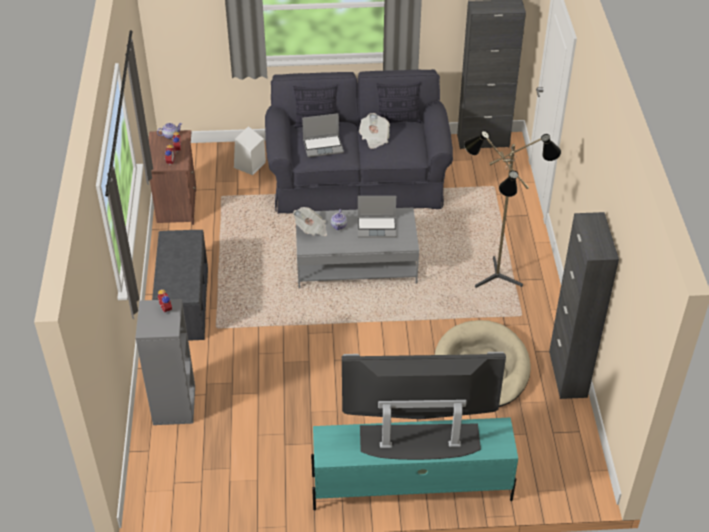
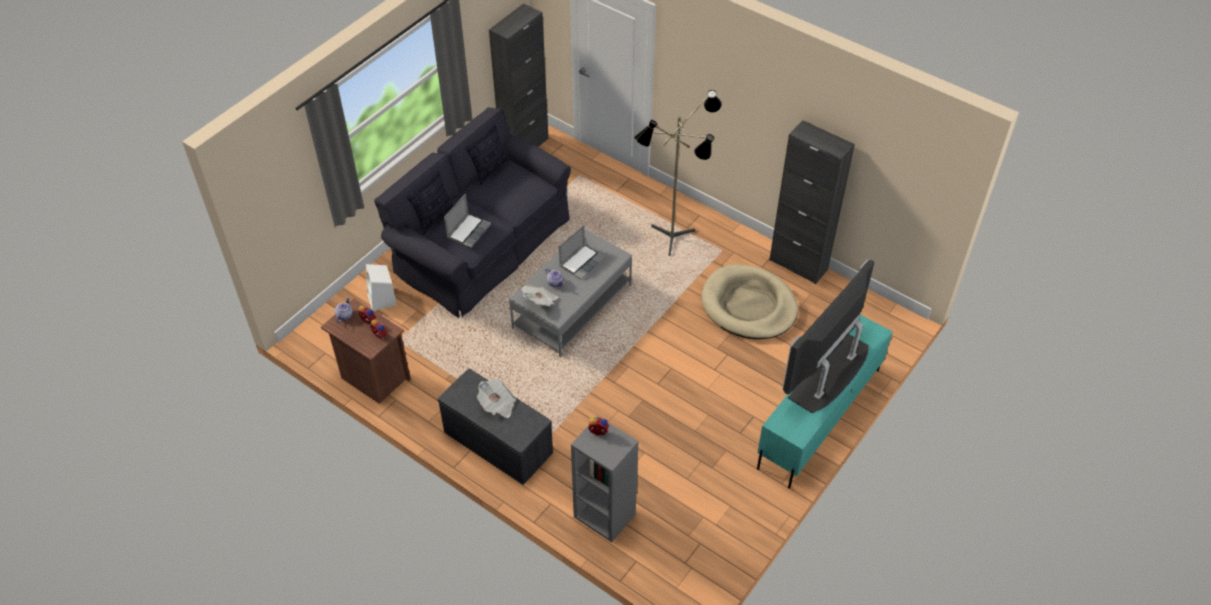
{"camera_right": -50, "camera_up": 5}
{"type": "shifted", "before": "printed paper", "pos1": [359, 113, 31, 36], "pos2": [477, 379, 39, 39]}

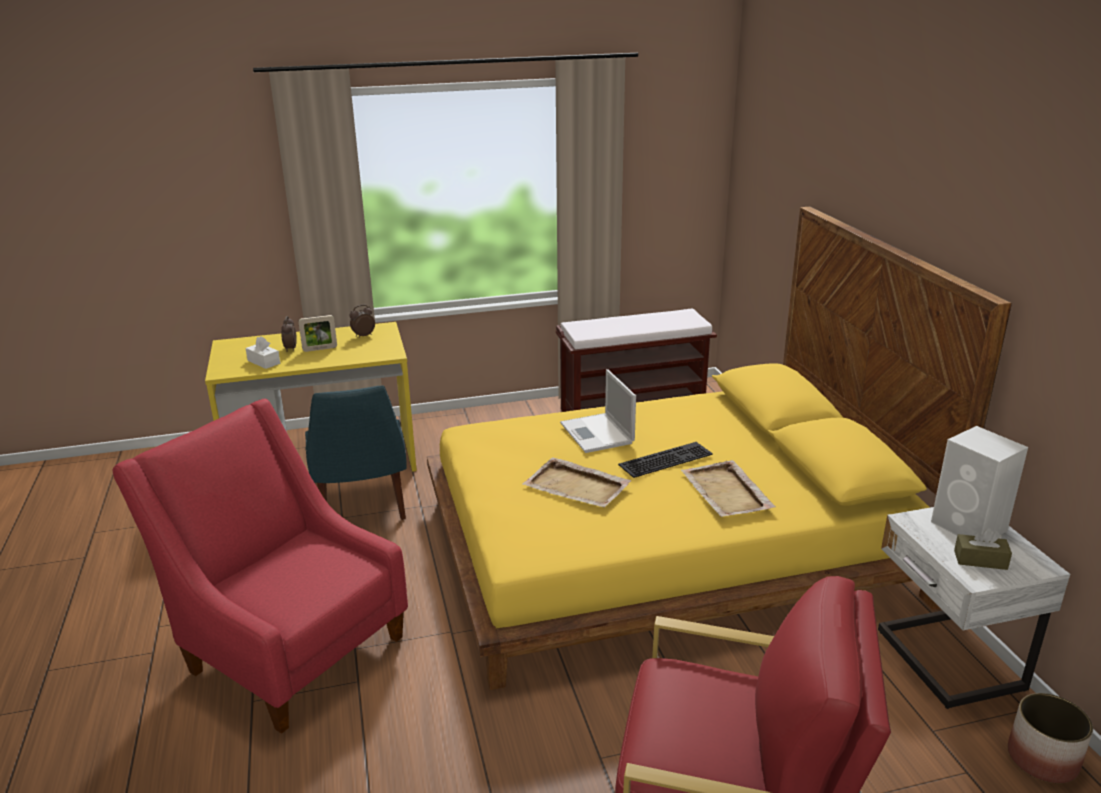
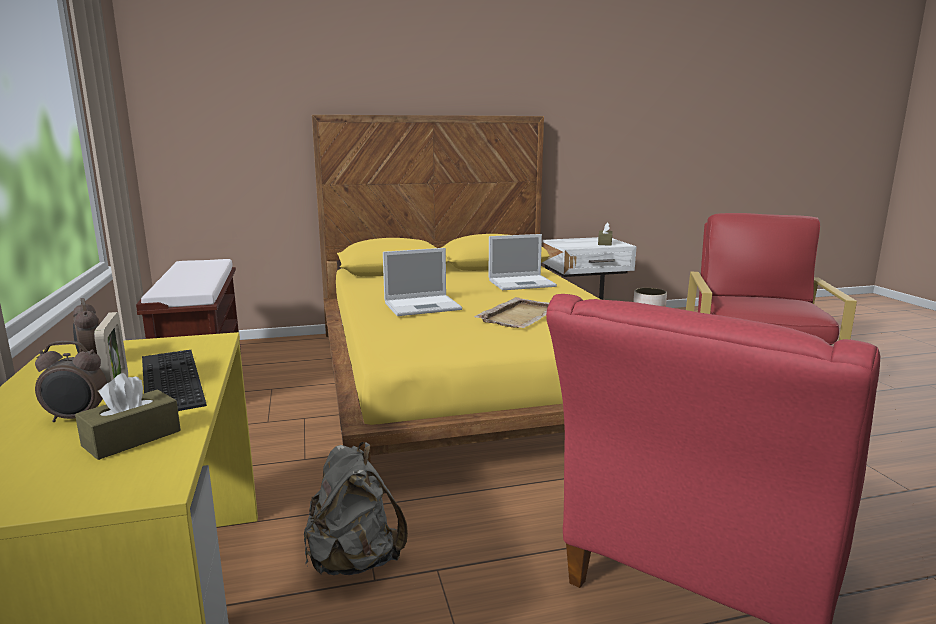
{"camera_right": -90, "camera_up": -10}
{"type": "gone", "before": "speaker in white-coloured", "pos1": [931, 426, 97, 110]}
{"type": "shifted", "before": "keyboard", "pos1": [618, 442, 95, 36], "pos2": [142, 350, 65, 61]}
{"type": "swapped", "before": "upright chair in bluish", "after": "knapsack in greyish", "pos1": [305, 385, 101, 135], "pos2": [304, 442, 104, 133]}
{"type": "swapped", "before": "carrying tray in sand-coloured", "after": "notebook computer", "pos1": [681, 460, 95, 57], "pos2": [488, 234, 69, 56]}
{"type": "repainted", "before": "tissue holder in white-coloured", "after": "tissue holder in brown-coloured", "pos1": [245, 336, 35, 33], "pos2": [75, 373, 106, 87]}

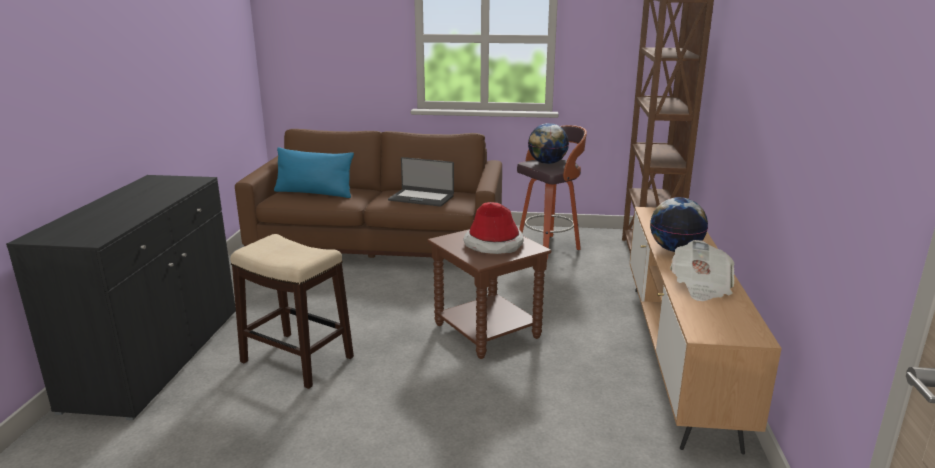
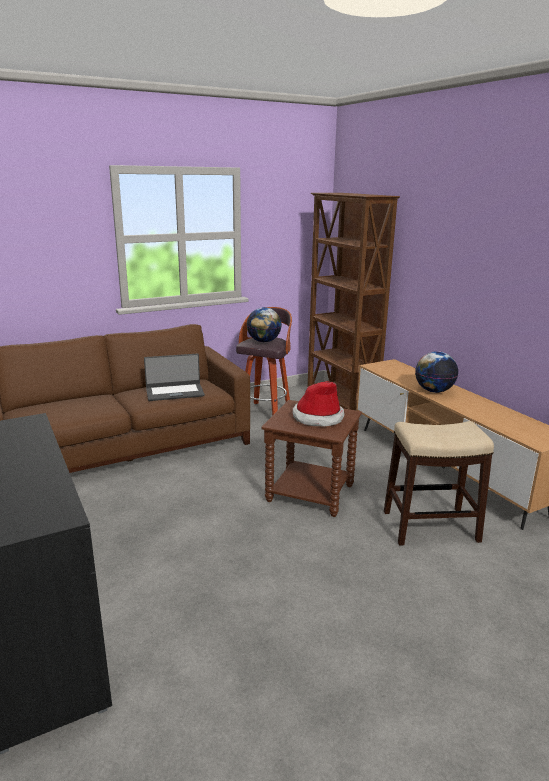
{"camera_right": -35, "camera_up": 0}
{"type": "gone", "before": "pillow in bluish", "pos1": [274, 147, 80, 51]}
{"type": "gone", "before": "printed paper", "pos1": [670, 240, 64, 61]}
{"type": "shifted", "before": "sitting stool", "pos1": [230, 234, 124, 155], "pos2": [384, 421, 110, 124]}

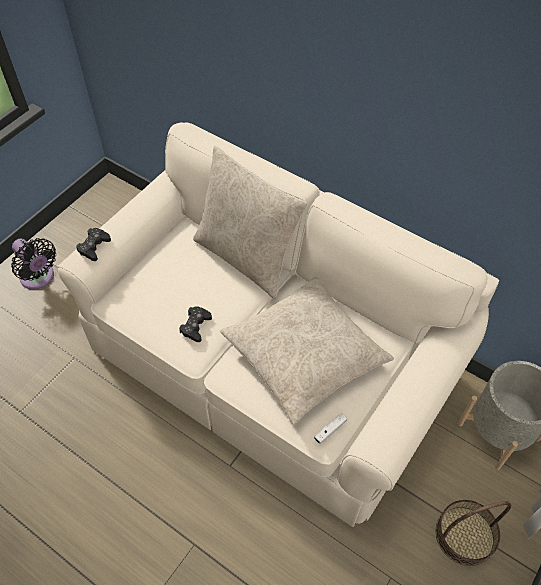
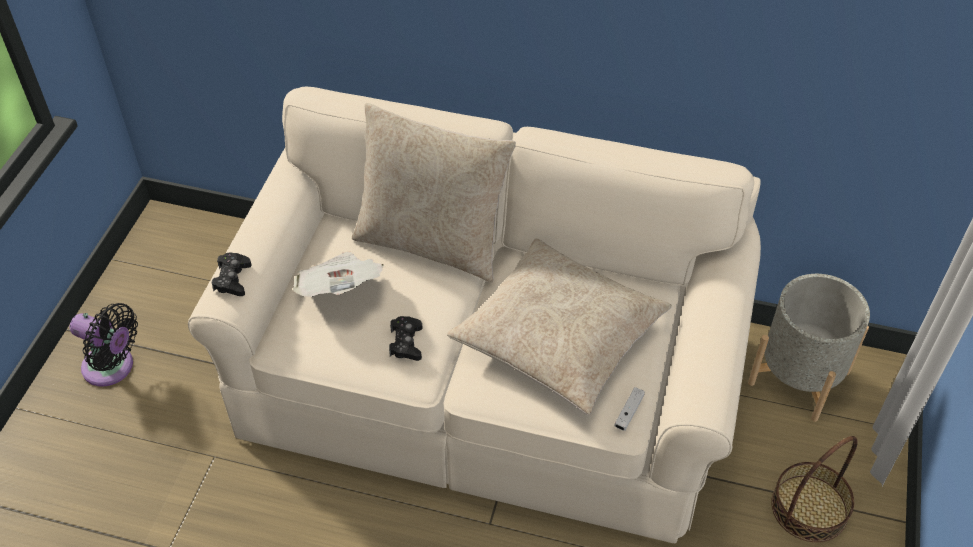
{"camera_right": -20, "camera_up": -5}
{"type": "new", "after": "printed paper", "pos2": [293, 252, 92, 45]}

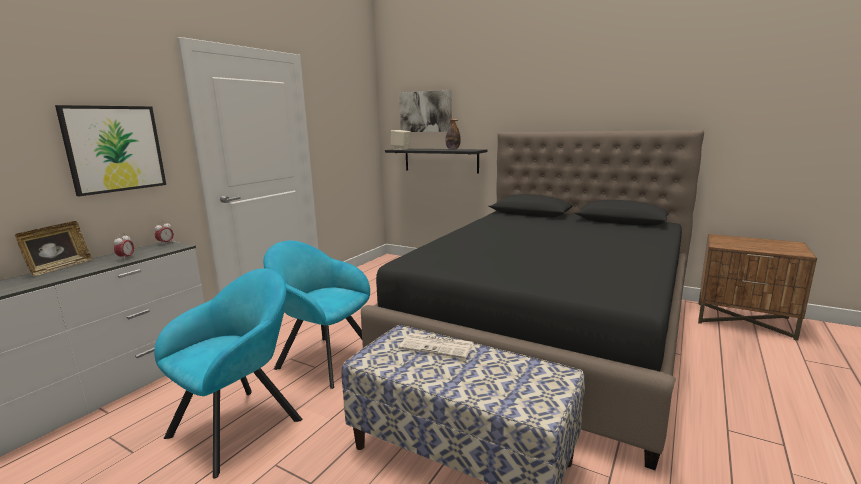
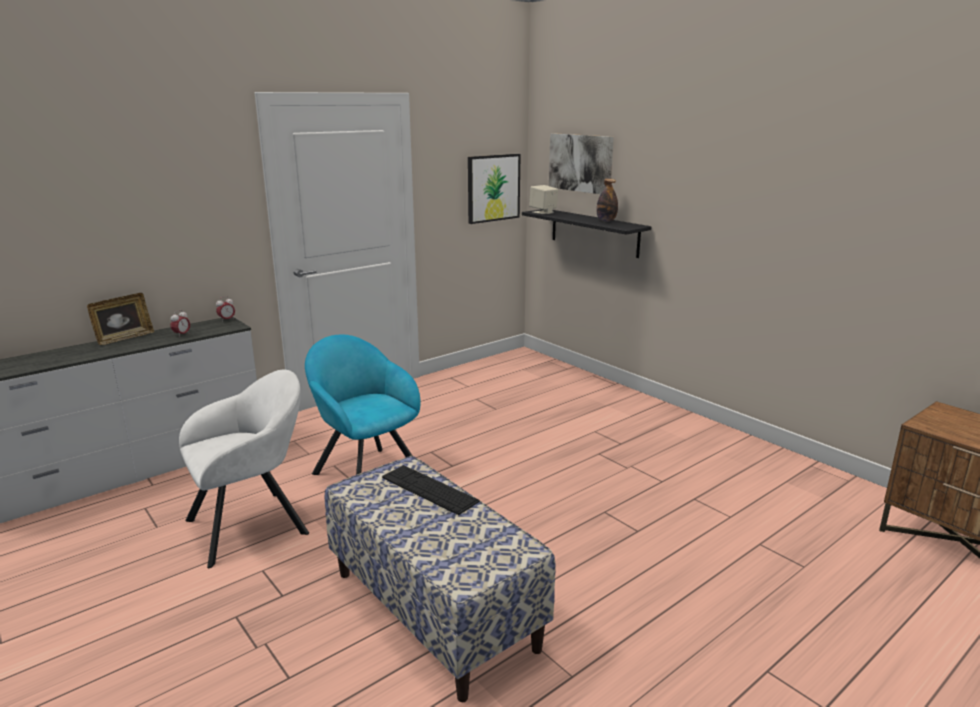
{"camera_right": 20, "camera_up": 5}
{"type": "gone", "before": "sleeping bed in black-coloured", "pos1": [361, 130, 343, 340]}
{"type": "shifted", "before": "wall picture", "pos1": [55, 105, 111, 91], "pos2": [468, 154, 53, 70]}
{"type": "swapped", "before": "printed paper", "after": "keyboard", "pos1": [399, 333, 75, 26], "pos2": [382, 465, 98, 50]}
{"type": "repainted", "before": "lounge chair in turquoise", "after": "lounge chair in white-coloured", "pos1": [154, 269, 148, 210], "pos2": [179, 369, 130, 199]}

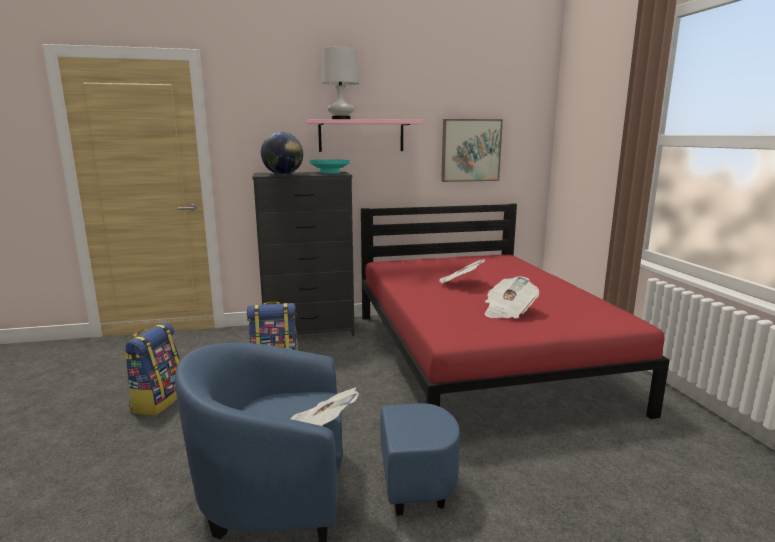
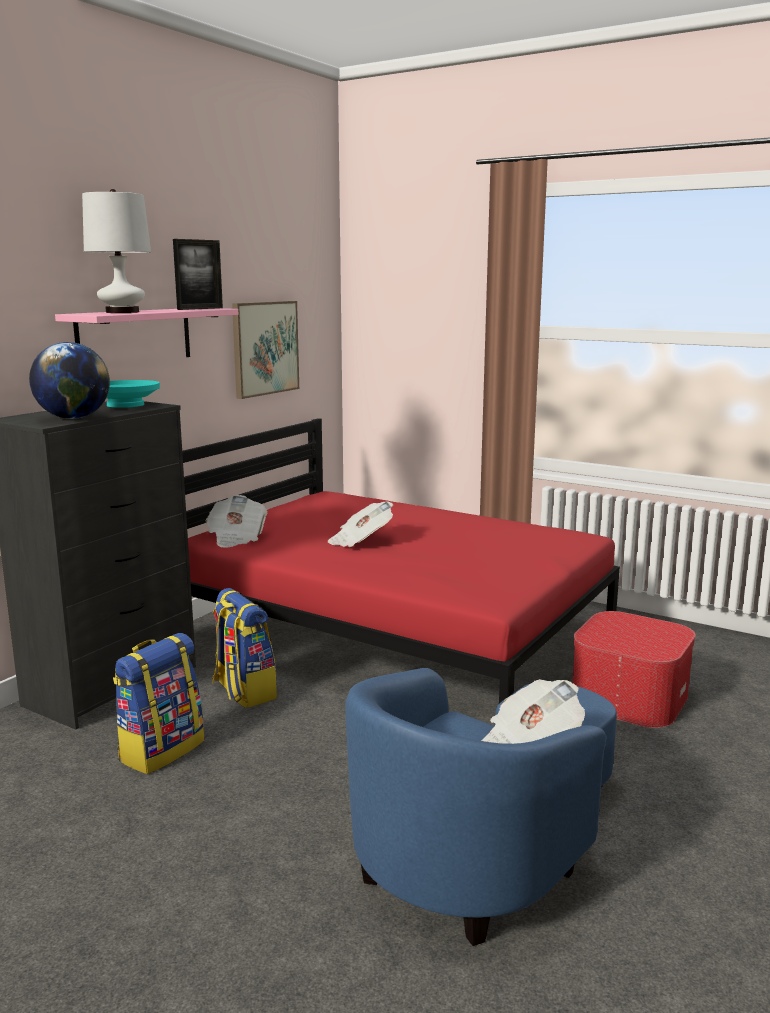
{"camera_right": -45, "camera_up": 0}
{"type": "new", "after": "picture frame", "pos2": [173, 239, 50, 71]}
{"type": "new", "after": "footrest", "pos2": [573, 611, 123, 117]}
{"type": "shifted", "before": "knapsack", "pos1": [123, 322, 57, 93], "pos2": [212, 588, 65, 120]}
{"type": "shifted", "before": "printed paper", "pos1": [485, 276, 54, 43], "pos2": [206, 495, 62, 53]}

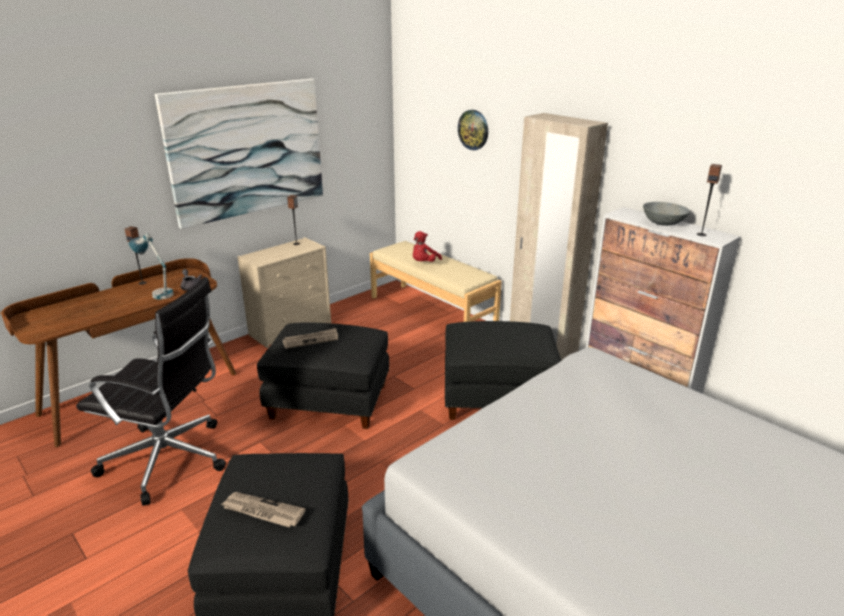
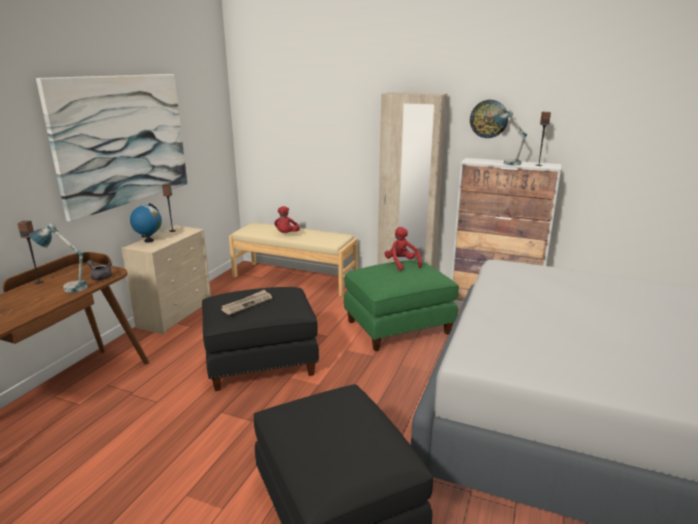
{"camera_right": -25, "camera_up": -5}
{"type": "gone", "before": "computer chair in black-coloured", "pos1": [76, 277, 150, 229]}
{"type": "gone", "before": "printed paper", "pos1": [220, 492, 86, 35]}
{"type": "new", "after": "desk globe", "pos2": [130, 203, 32, 40]}
{"type": "new", "after": "plush toy in red", "pos2": [384, 227, 38, 44]}
{"type": "shifted", "before": "wall clock", "pos1": [458, 110, 30, 40], "pos2": [470, 100, 38, 38]}
{"type": "swapped", "before": "deep dish in greyish", "after": "tabletop lamp", "pos1": [643, 202, 47, 24], "pos2": [493, 110, 34, 55]}
{"type": "repainted", "before": "footrest in black-coloured", "after": "footrest in greenish", "pos1": [445, 321, 116, 99], "pos2": [344, 260, 115, 91]}

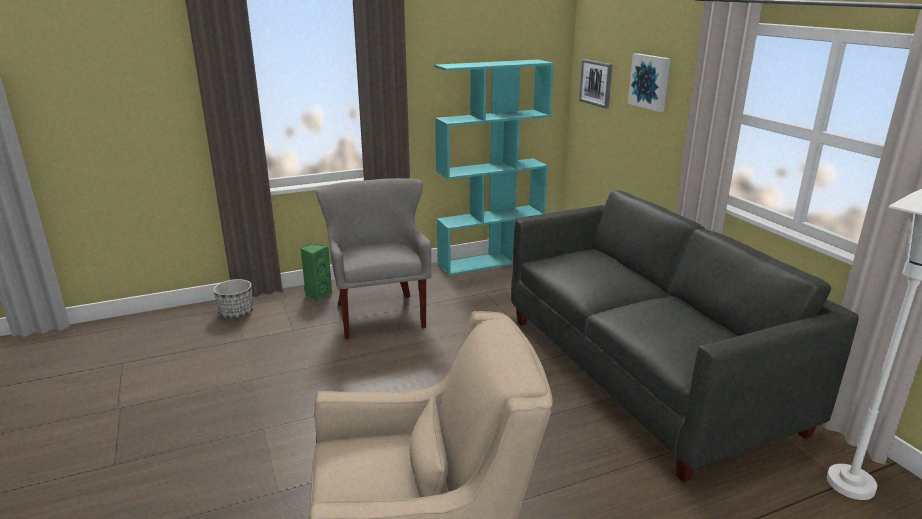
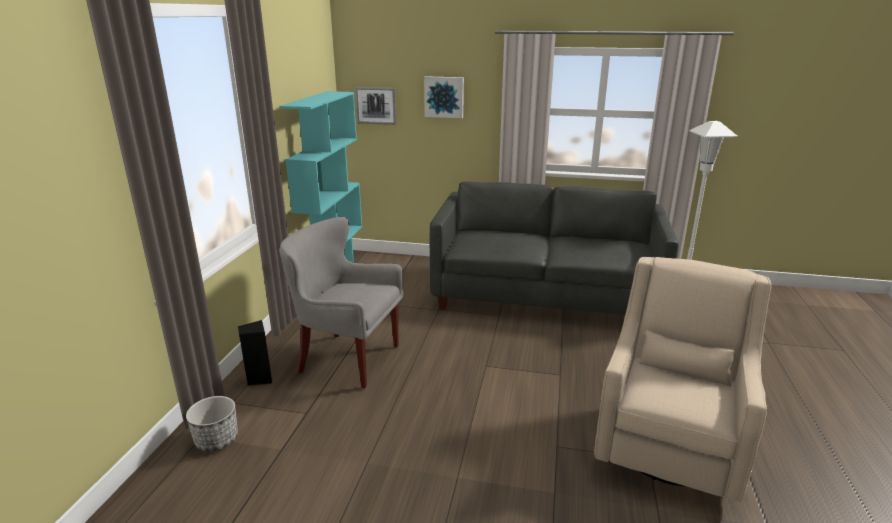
{"camera_right": -55, "camera_up": 0}
{"type": "repainted", "before": "speaker in greenish", "after": "speaker in black-coloured", "pos1": [300, 244, 32, 58], "pos2": [238, 320, 34, 66]}

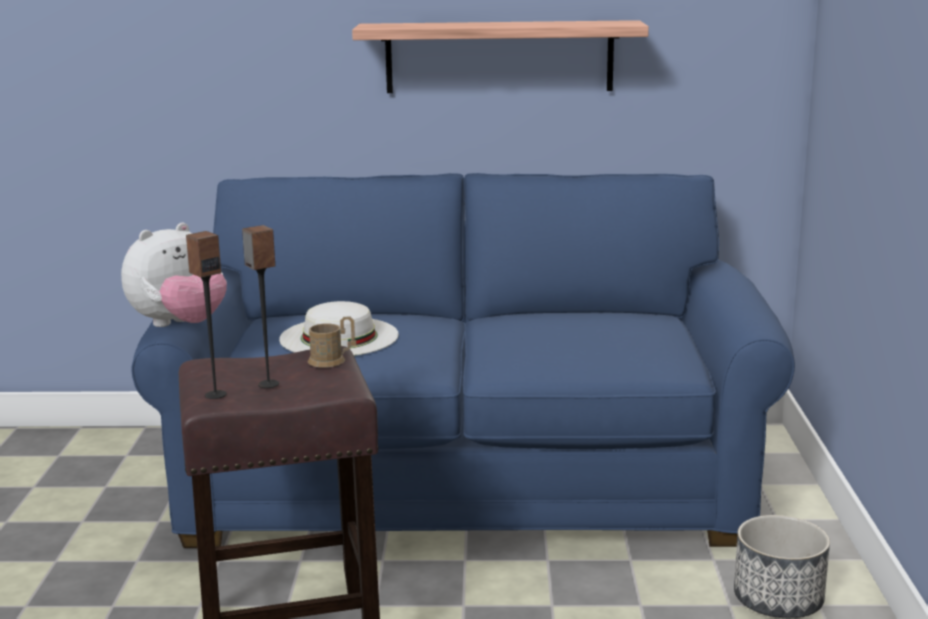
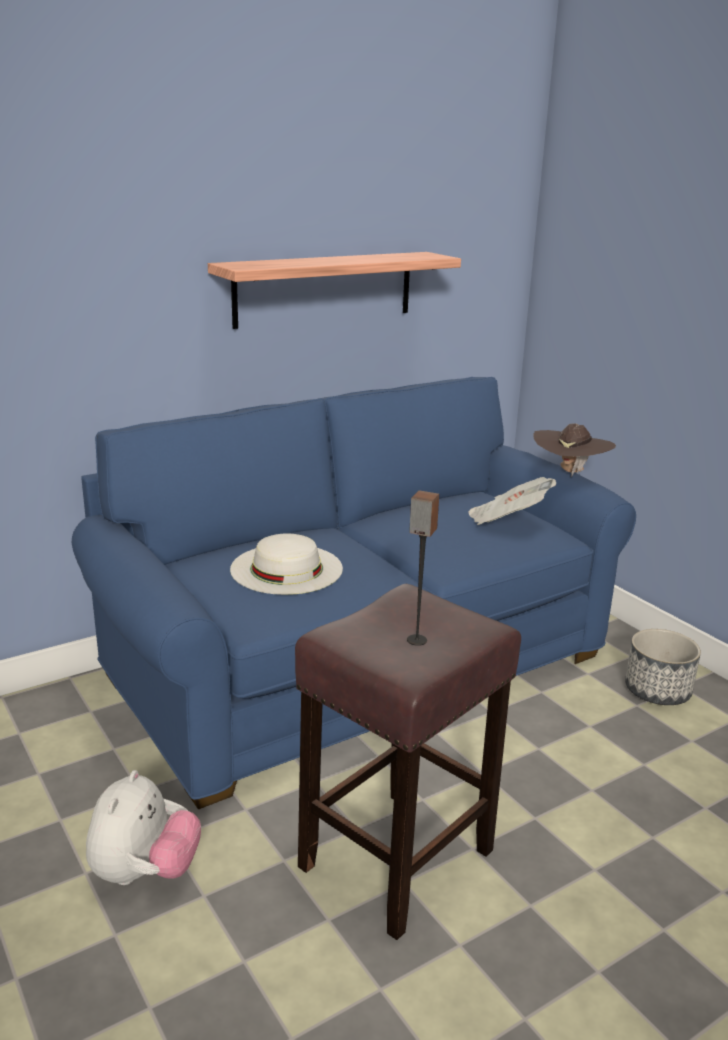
{"camera_right": -35, "camera_up": 5}
{"type": "gone", "before": "speaker", "pos1": [186, 231, 40, 168]}
{"type": "gone", "before": "mug in brown-coloured", "pos1": [308, 317, 48, 51]}
{"type": "new", "after": "printed paper", "pos2": [468, 477, 88, 48]}
{"type": "new", "after": "wearable hat in brown-coloured", "pos2": [533, 423, 83, 54]}
{"type": "shifted", "before": "plush toy", "pos1": [121, 223, 106, 104], "pos2": [86, 770, 115, 115]}

